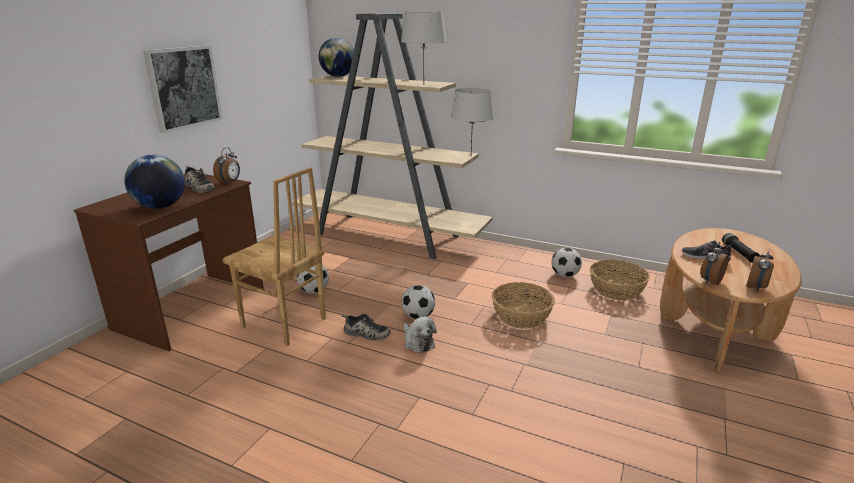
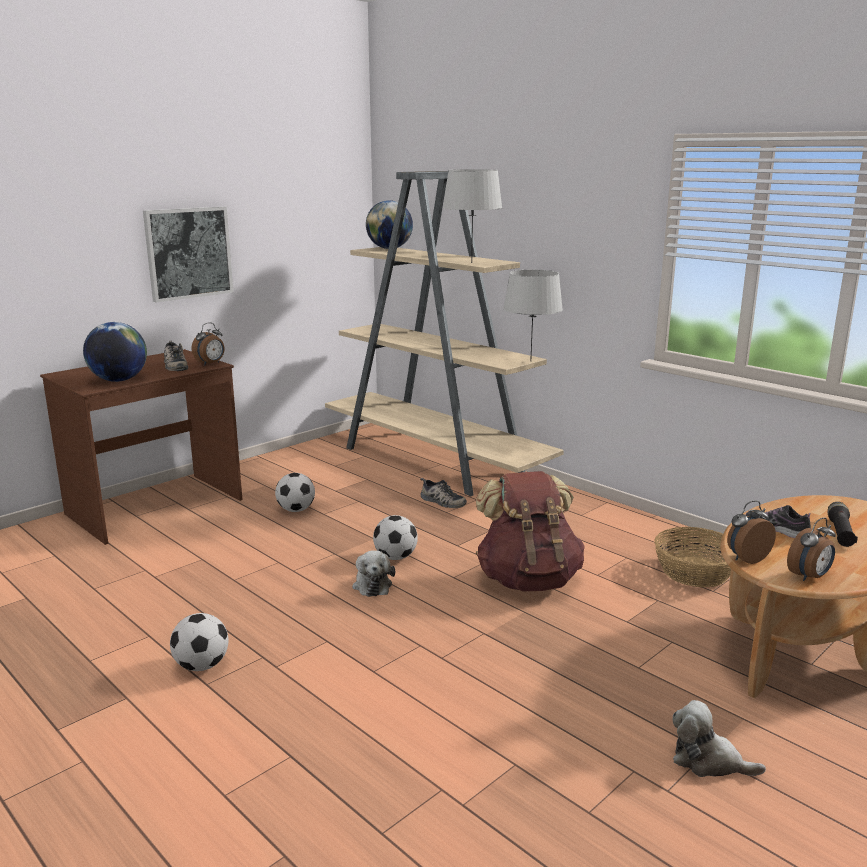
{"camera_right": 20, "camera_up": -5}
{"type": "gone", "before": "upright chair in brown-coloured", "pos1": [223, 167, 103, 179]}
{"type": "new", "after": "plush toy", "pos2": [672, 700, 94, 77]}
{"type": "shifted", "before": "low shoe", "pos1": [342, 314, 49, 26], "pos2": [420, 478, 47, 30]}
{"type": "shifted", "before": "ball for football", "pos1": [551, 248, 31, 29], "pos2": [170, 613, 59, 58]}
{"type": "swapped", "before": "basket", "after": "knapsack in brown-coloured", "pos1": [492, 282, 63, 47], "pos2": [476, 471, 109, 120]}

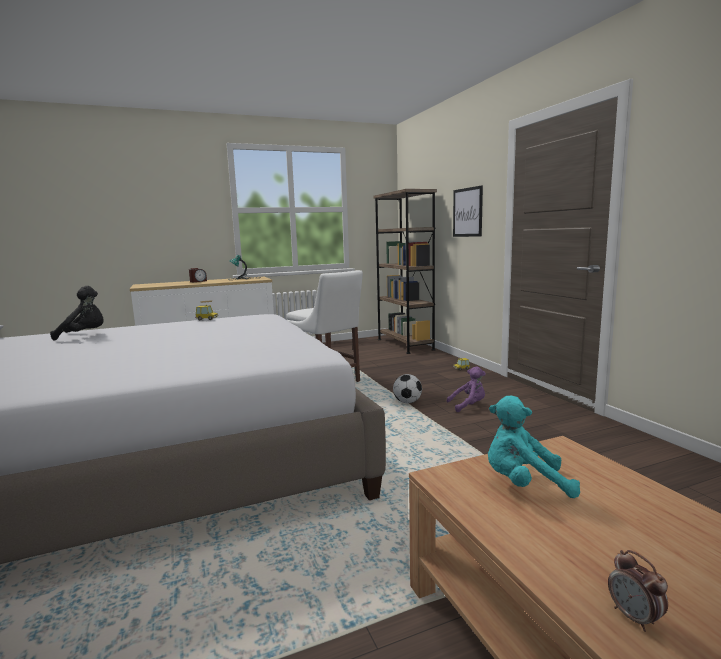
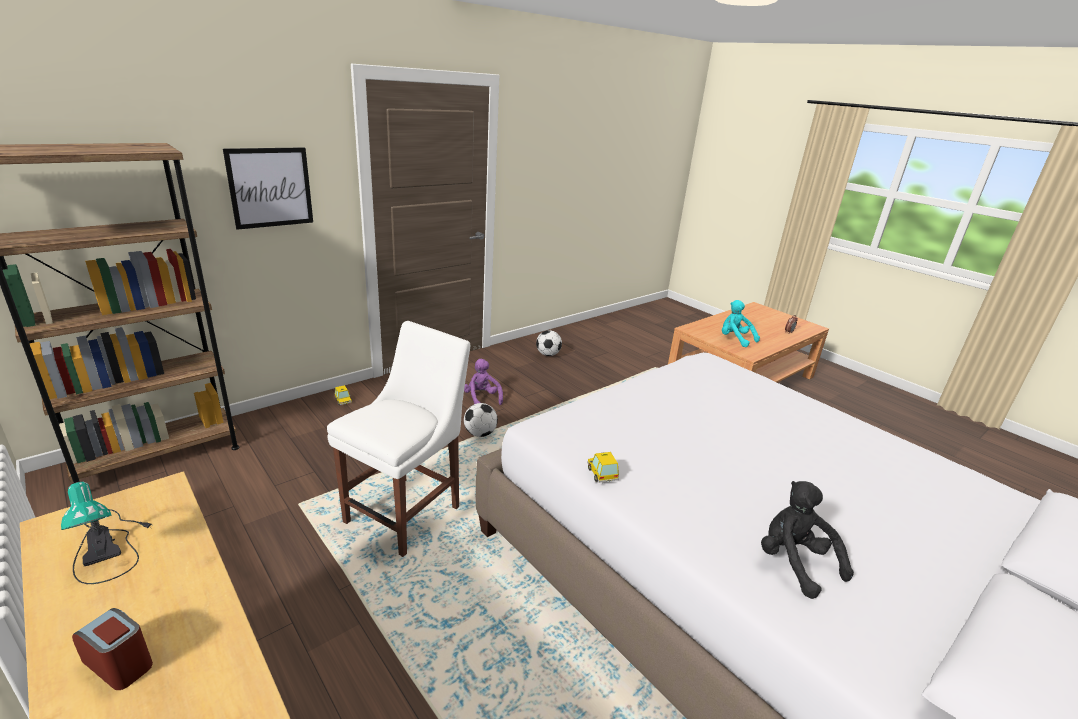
{"camera_right": -110, "camera_up": 15}
{"type": "new", "after": "ball for football", "pos2": [536, 330, 26, 26]}
{"type": "rotated", "before": "plush toy in turquoise", "pos1": [488, 396, 92, 102], "pos2": [722, 300, 38, 47], "turn": 150}

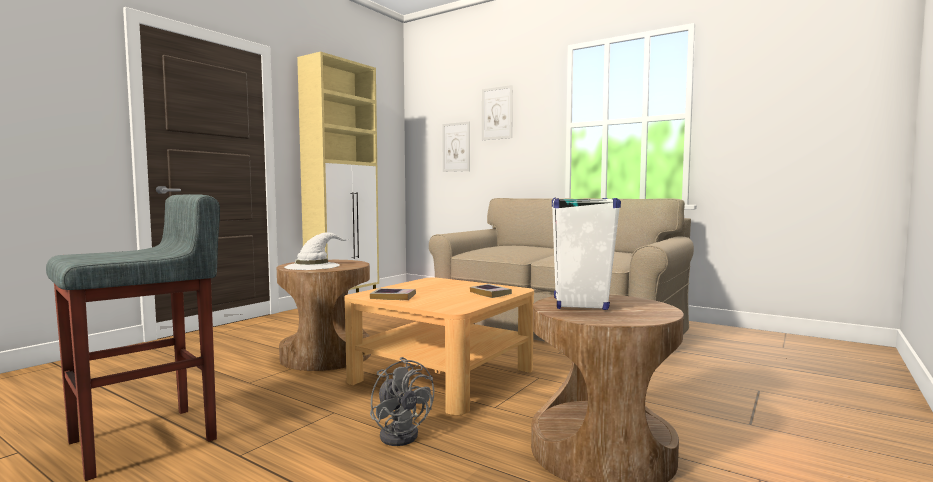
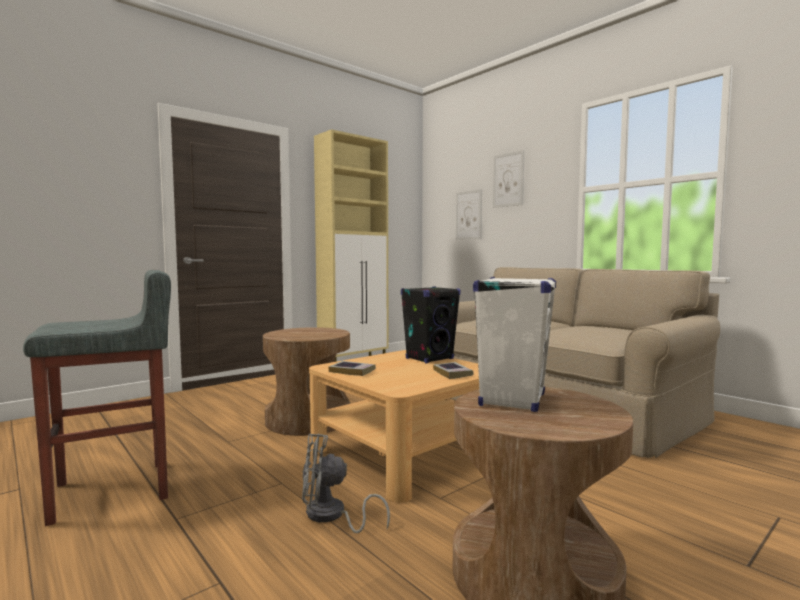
{"camera_right": 15, "camera_up": 0}
{"type": "gone", "before": "wearable hat in white-coloured", "pos1": [284, 232, 65, 38]}
{"type": "new", "after": "speaker in black-coloured", "pos2": [401, 286, 60, 77]}
{"type": "rotated", "before": "electric fan in greyish", "pos1": [370, 357, 64, 89], "pos2": [302, 433, 88, 100], "turn": 105}

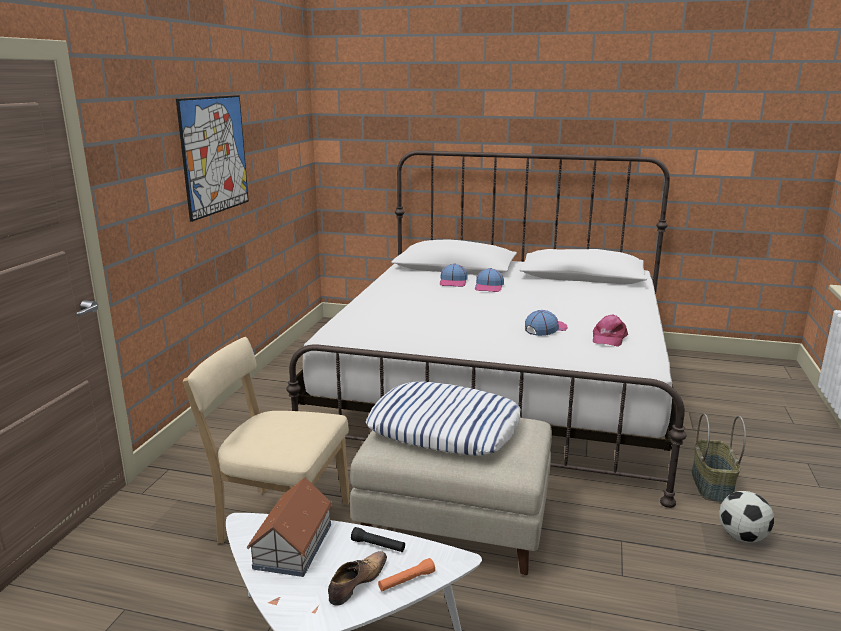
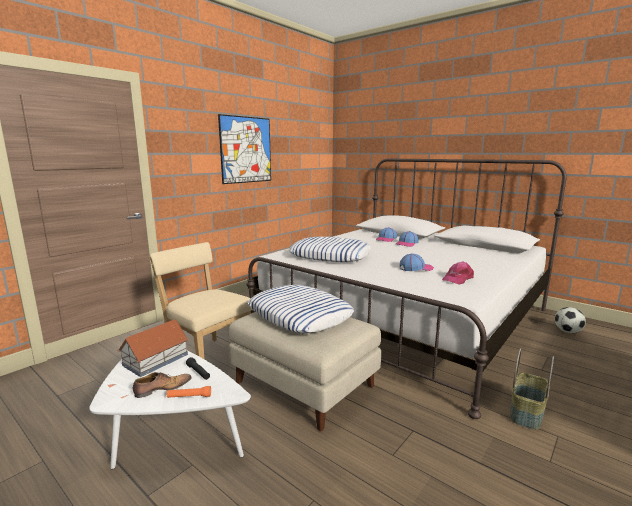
{"camera_right": 25, "camera_up": -5}
{"type": "new", "after": "pillow", "pos2": [289, 237, 82, 25]}
{"type": "shifted", "before": "ball for football", "pos1": [719, 491, 55, 52], "pos2": [555, 307, 31, 26]}

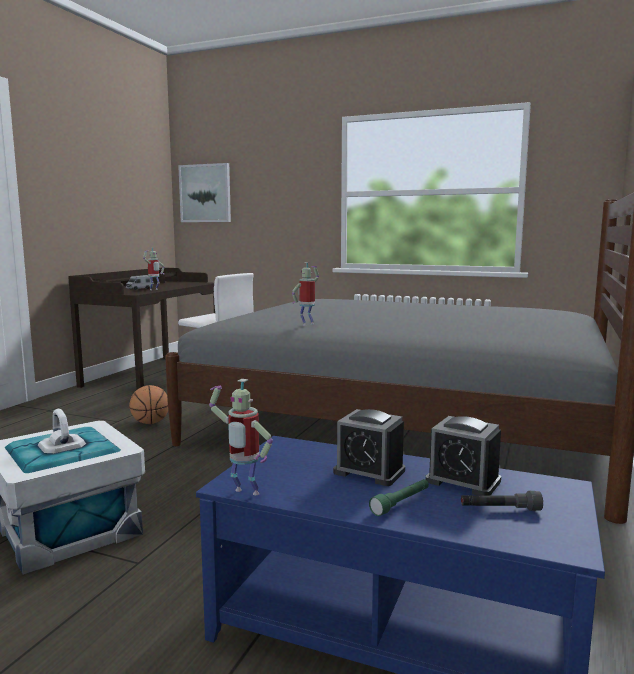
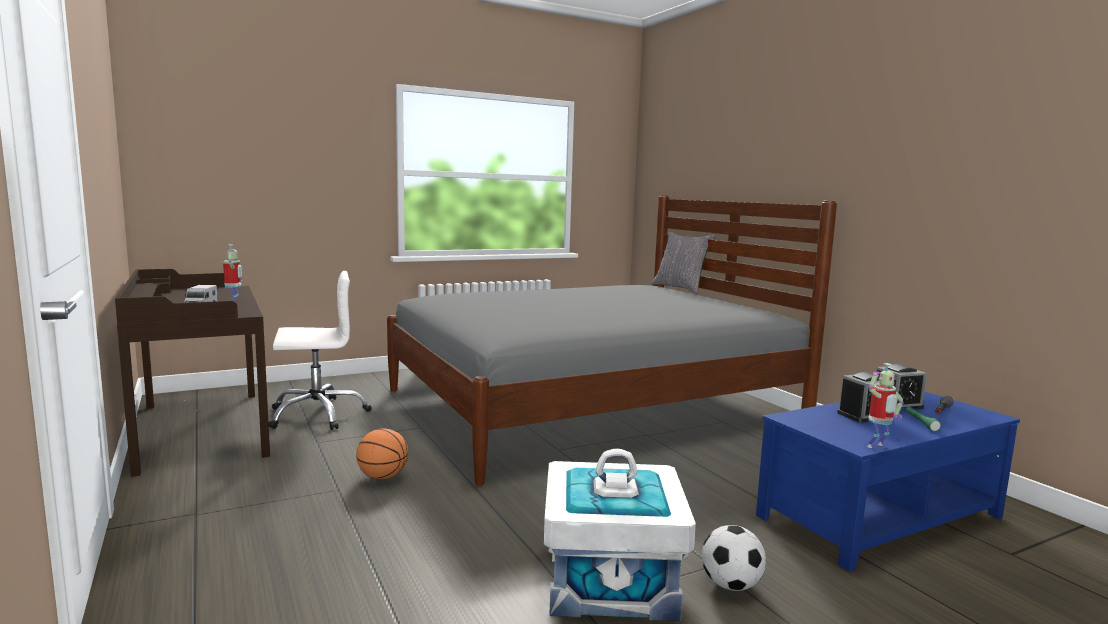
{"camera_right": -50, "camera_up": 0}
{"type": "gone", "before": "wall picture", "pos1": [178, 163, 53, 59]}
{"type": "gone", "before": "model robot", "pos1": [292, 262, 27, 64]}
{"type": "new", "after": "pillow in greyish", "pos2": [652, 232, 63, 62]}
{"type": "new", "after": "ball for football", "pos2": [702, 525, 64, 66]}

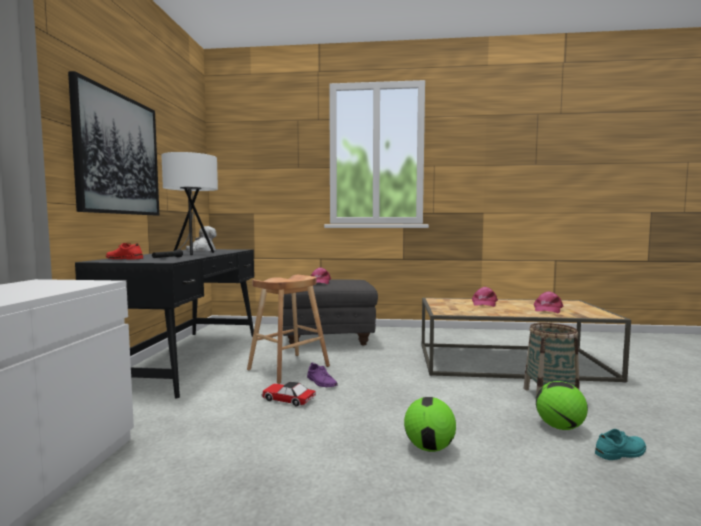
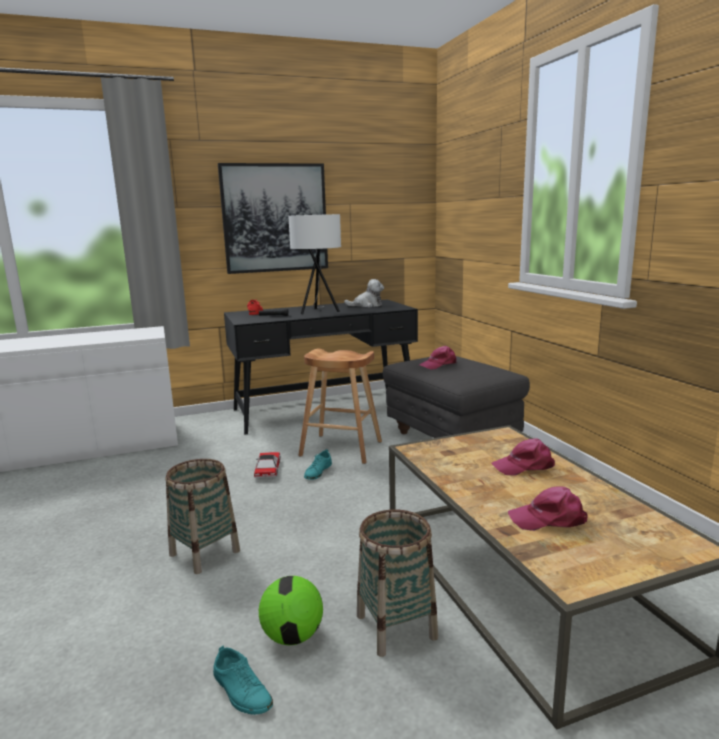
{"camera_right": 65, "camera_up": 10}
{"type": "swapped", "before": "ball for football", "after": "basket", "pos1": [404, 397, 52, 55], "pos2": [166, 459, 74, 115]}
{"type": "repainted", "before": "low shoe in purplish", "after": "low shoe in turquoise", "pos1": [307, 363, 31, 24], "pos2": [304, 449, 28, 31]}

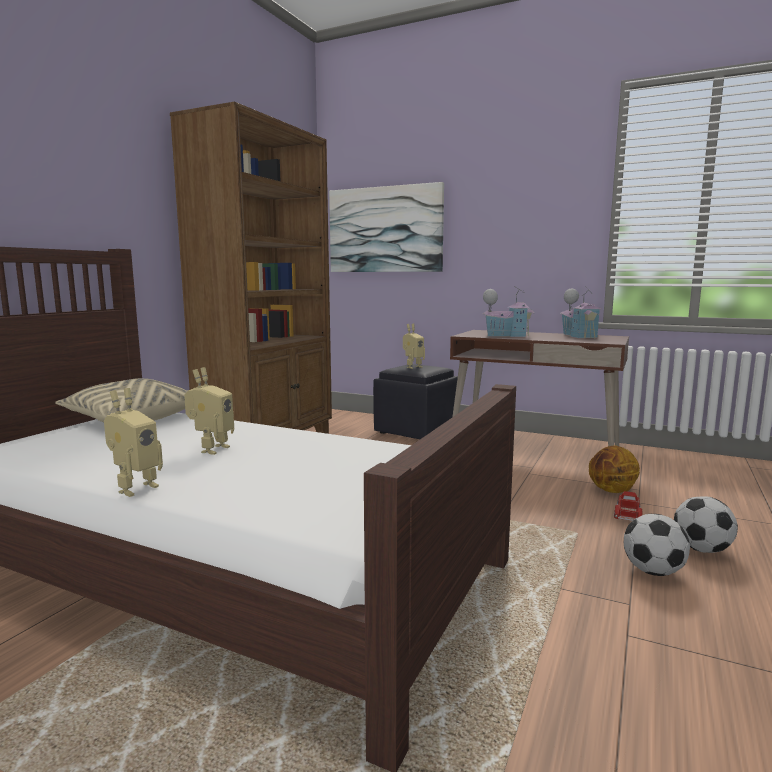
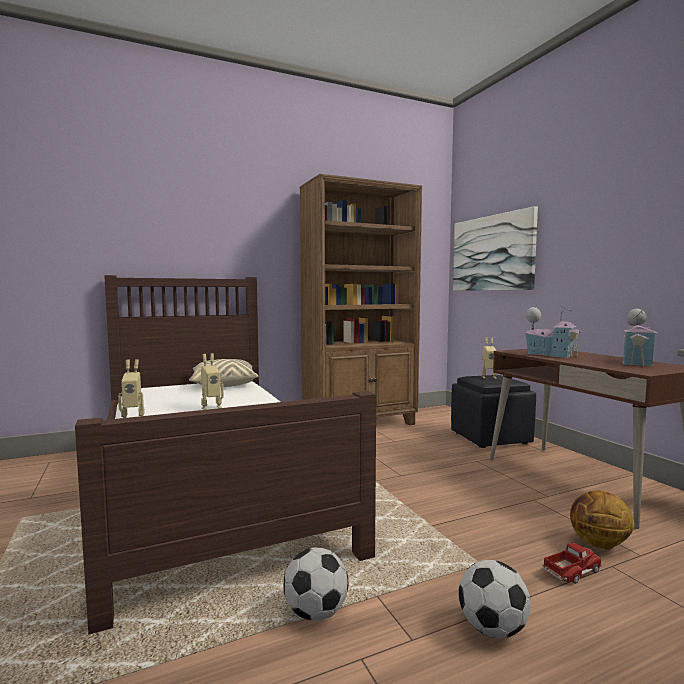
{"camera_right": 40, "camera_up": -5}
{"type": "shifted", "before": "ball for football", "pos1": [674, 496, 64, 57], "pos2": [284, 547, 64, 74]}

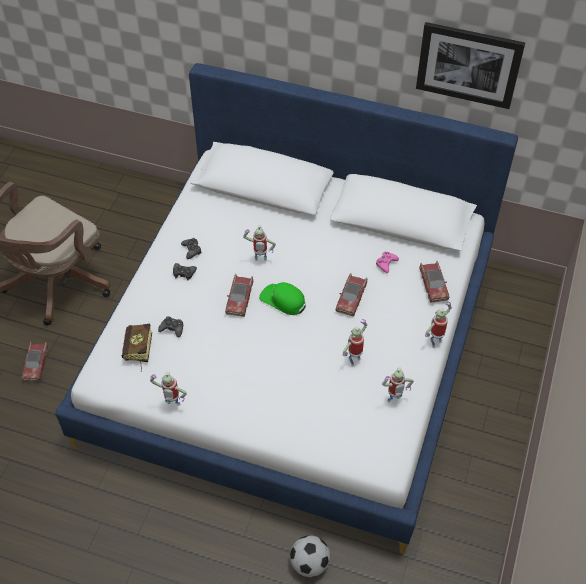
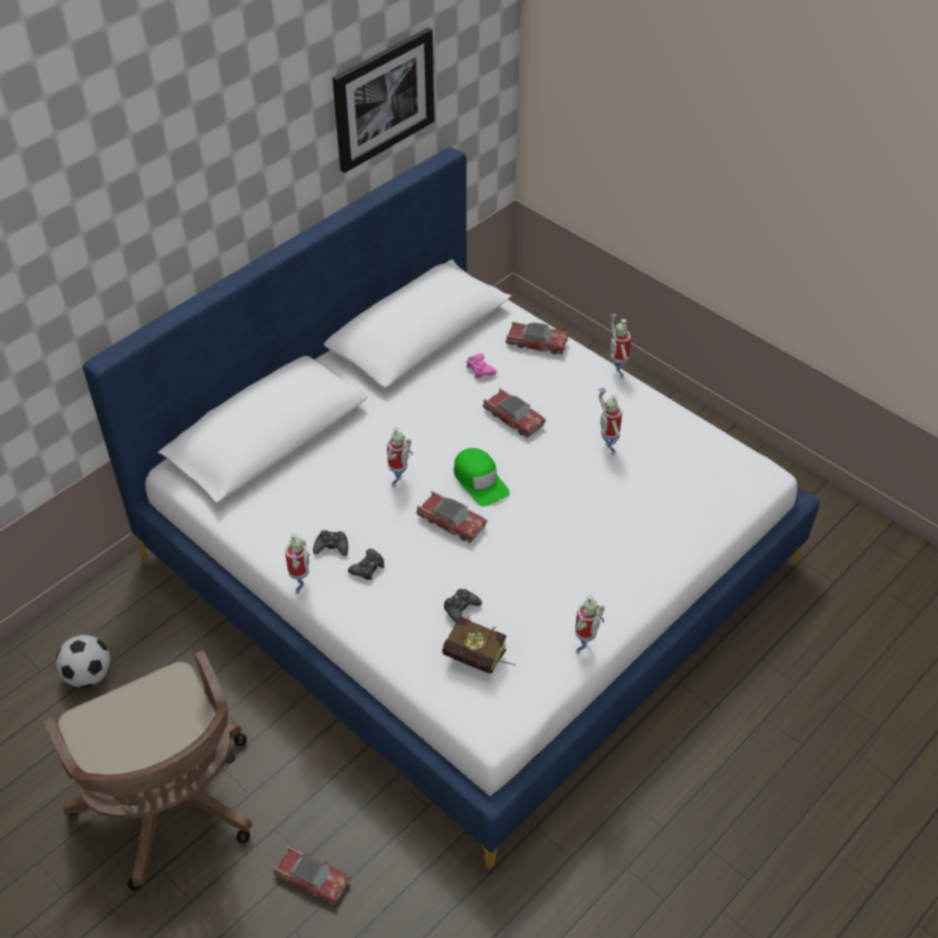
{"camera_right": -65, "camera_up": -5}
{"type": "shifted", "before": "ball for football", "pos1": [290, 535, 40, 42], "pos2": [56, 635, 54, 53]}
{"type": "shifted", "before": "model robot", "pos1": [382, 367, 32, 35], "pos2": [285, 533, 25, 62]}
{"type": "rotated", "before": "baseball cap in greenish", "pos1": [259, 282, 47, 33], "pos2": [454, 448, 56, 58], "turn": -90}

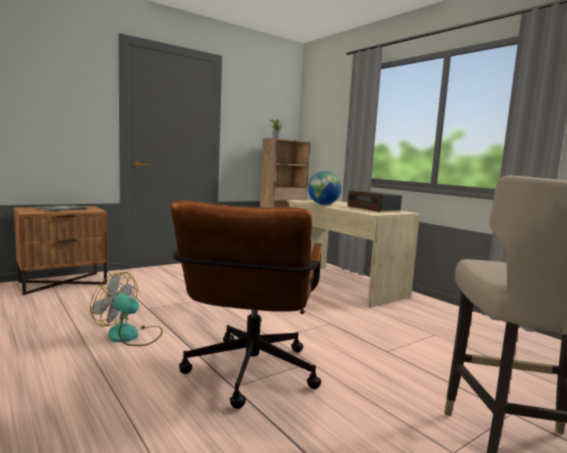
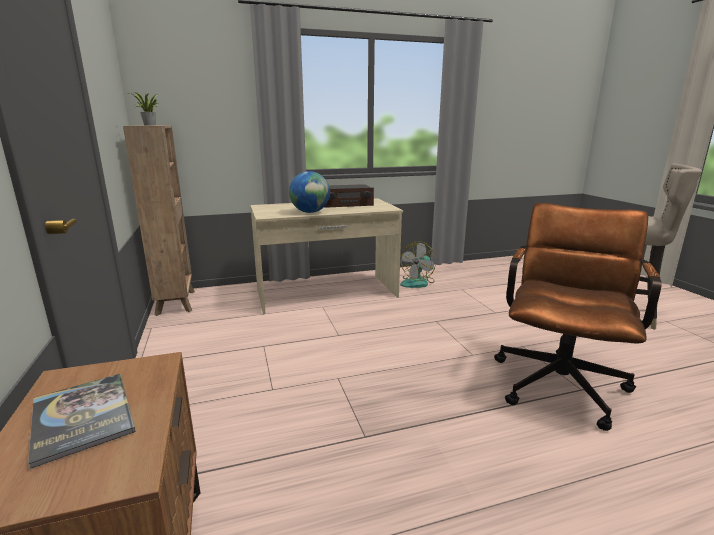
{"camera_right": -70, "camera_up": 10}
{"type": "shifted", "before": "electric fan", "pos1": [90, 272, 73, 74], "pos2": [400, 241, 36, 47]}
{"type": "rotated", "before": "computer chair in brown-coloured", "pos1": [171, 200, 151, 209], "pos2": [494, 203, 167, 228], "turn": -90}

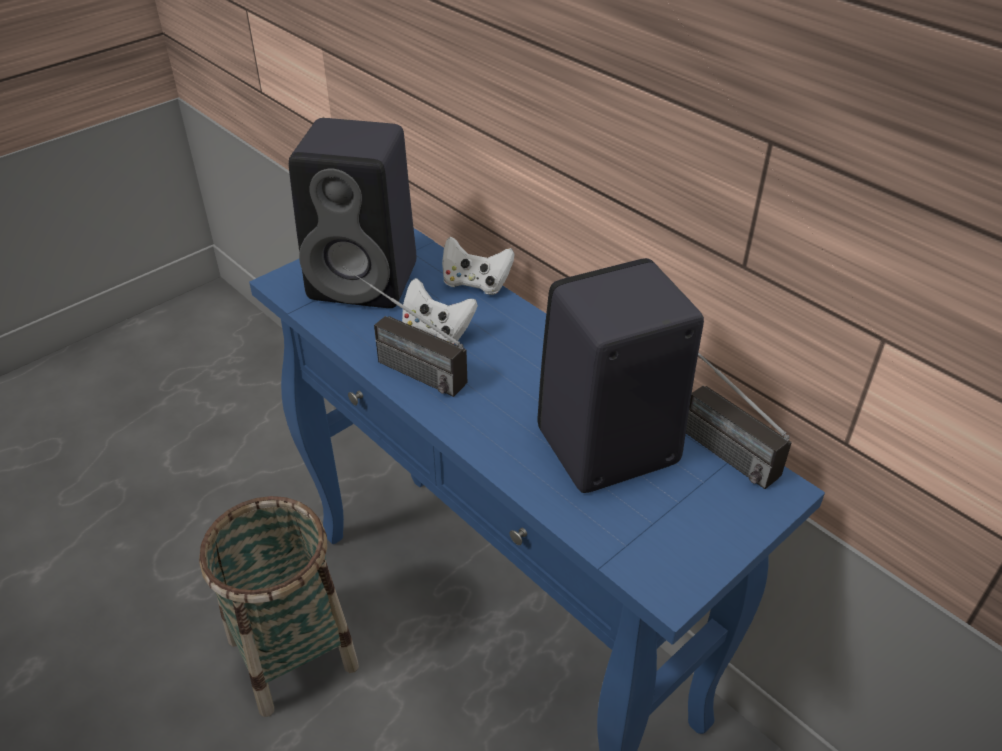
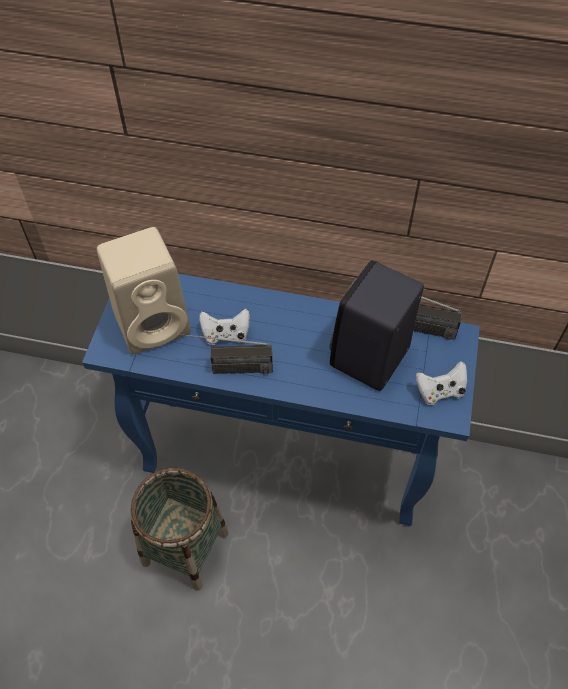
{"camera_right": -35, "camera_up": 15}
{"type": "shifted", "before": "joypad in white-coloured", "pos1": [442, 236, 73, 59], "pos2": [416, 361, 51, 44]}
{"type": "repainted", "before": "speaker in black-coloured", "after": "speaker in sand-coloured", "pos1": [289, 118, 127, 190], "pos2": [97, 227, 94, 127]}

